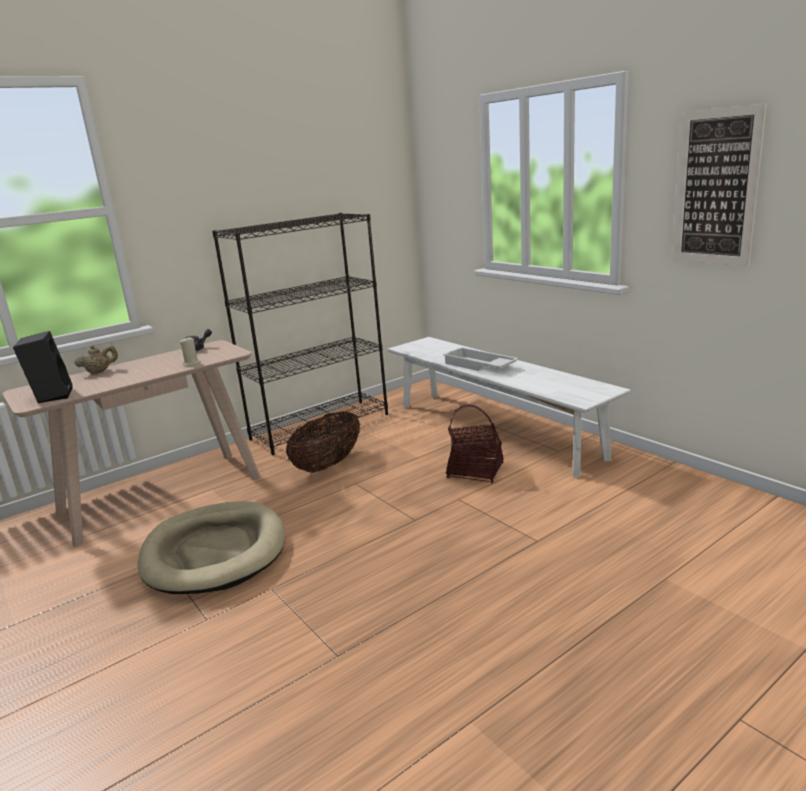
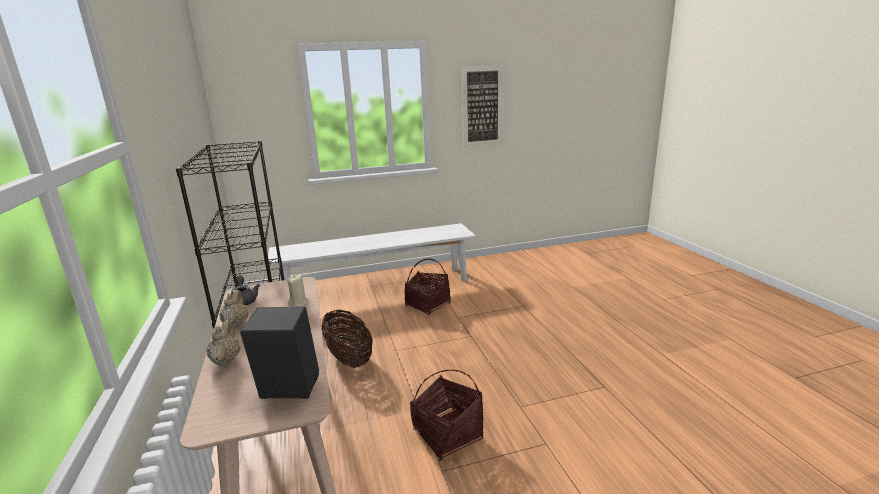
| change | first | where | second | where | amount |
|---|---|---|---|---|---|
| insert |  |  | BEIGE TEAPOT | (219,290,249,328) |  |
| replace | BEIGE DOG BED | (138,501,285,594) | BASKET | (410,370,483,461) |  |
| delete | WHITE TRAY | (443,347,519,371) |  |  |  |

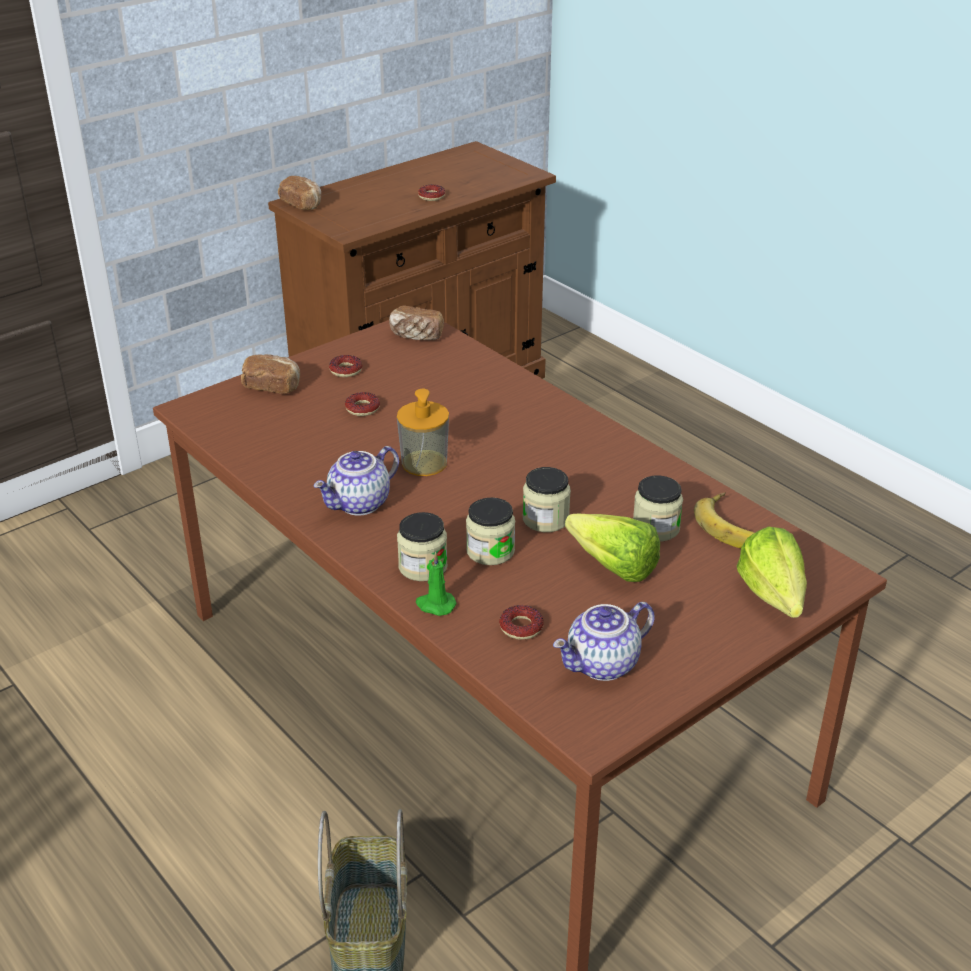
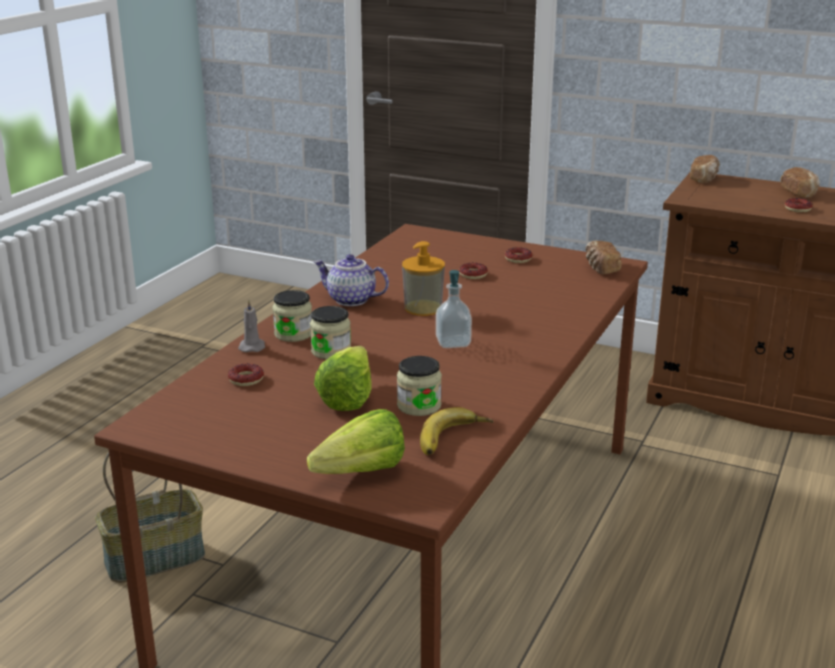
| change | first | where | second | where | amount |
|---|---|---|---|---|---|
| recolor | GREEN CANDLE | (416,551,457,616) | GREY CANDLE | (238,300,265,352) |  |
| insert |  |  | SOAP DISPENSER | (436,270,472,348) |  |
| move | BREAD | (241,354,300,394) |  | (780,167,820,198) |  |
| delete | JAR | (523,467,571,532) |  |  |  |
| delete | TEAPOT | (553,602,655,681) |  |  |  |

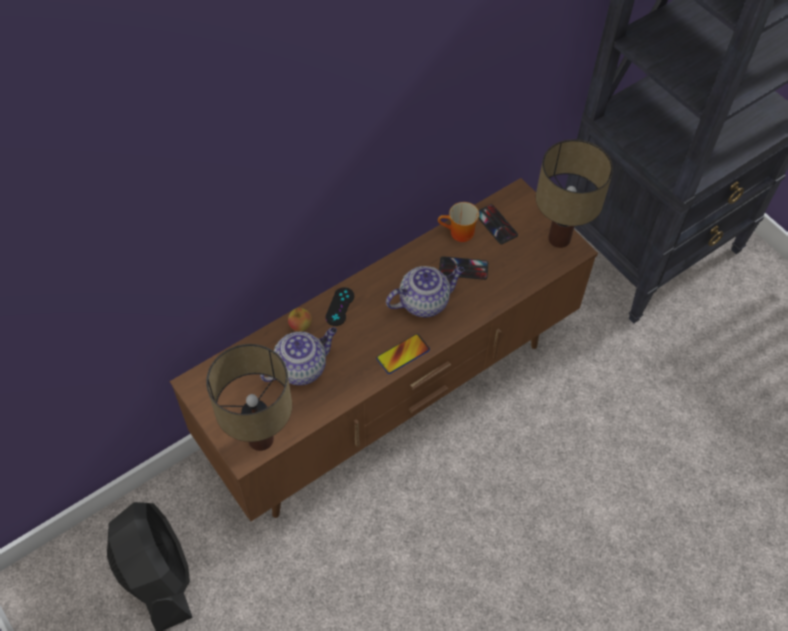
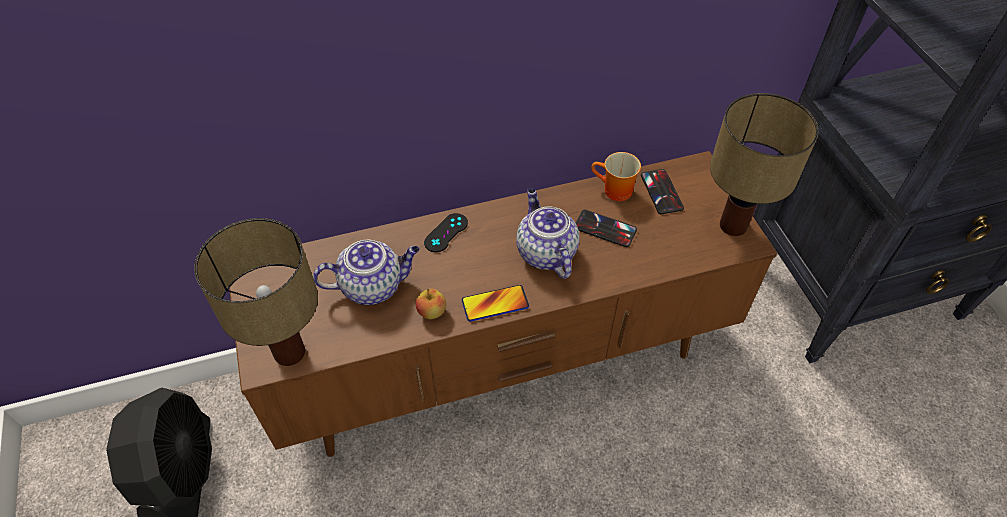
| change | first | where | second | where | amount |
|---|---|---|---|---|---|
| move | APPLE | (288,308,312,332) |  | (416,289,447,320) |  |
| rotate | TEAPOT | (386,266,464,317) |  | (516,189,580,279) | 105 degrees counterclockwise |

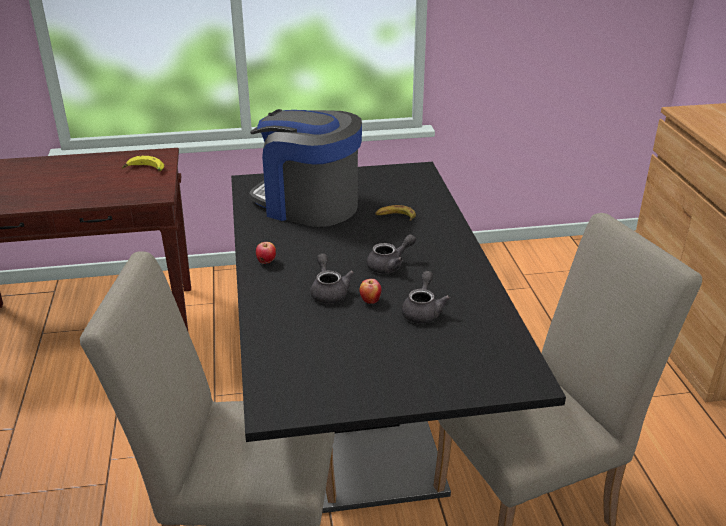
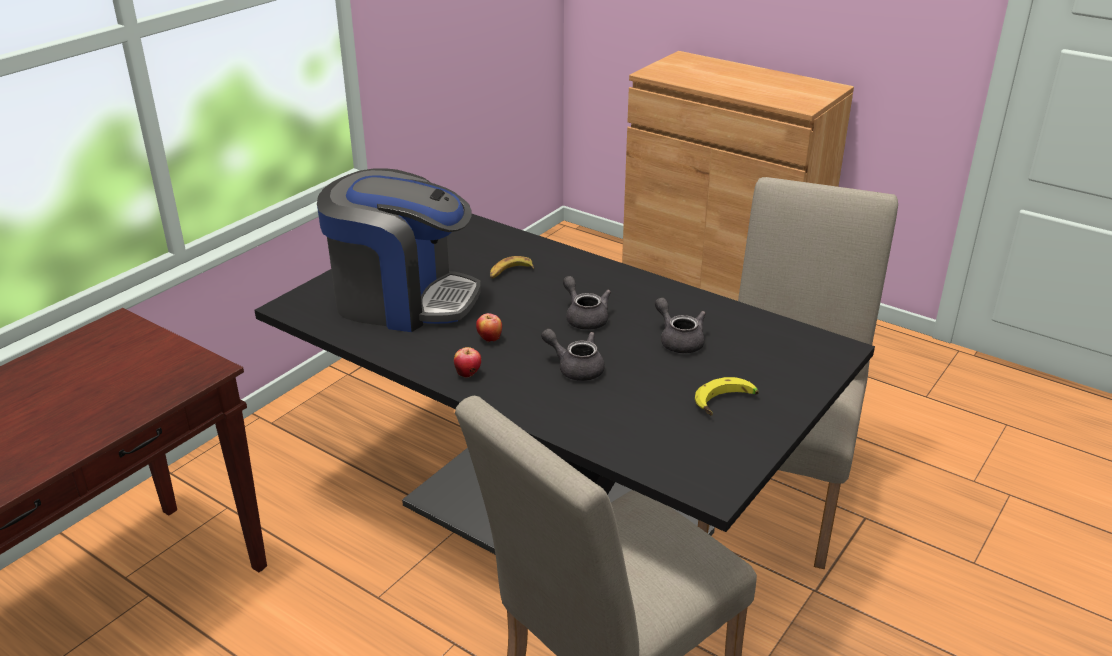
| change | first | where | second | where | amount |
|---|---|---|---|---|---|
| rotate | COFFEE MACHINE | (249,109,362,227) |  | (317,169,481,332) | 150 degrees counterclockwise |
| move | APPLE | (359,279,381,304) |  | (476,313,502,342) |  |
| rotate | GREY TEAPOT | (367,234,416,274) |  | (563,276,611,330) | 45 degrees counterclockwise |
| move | BANANA | (122,156,164,172) |  | (695,377,759,416) |  |

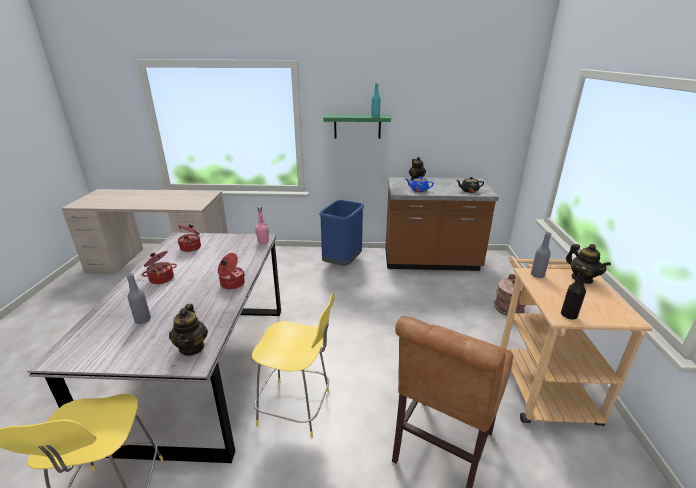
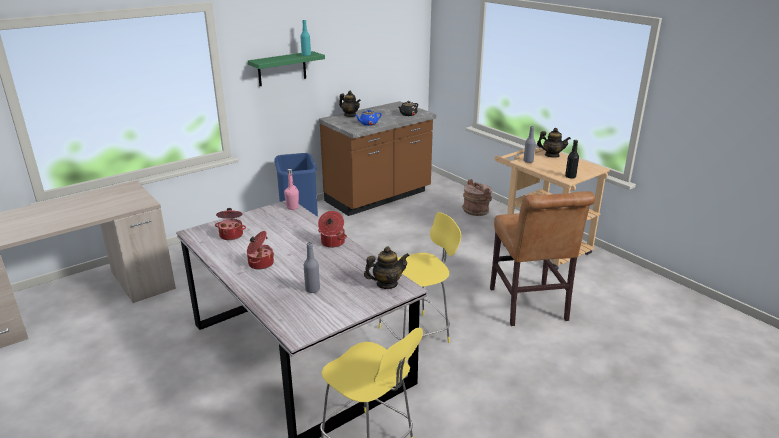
| change | first | where | second | where | amount |
|---|---|---|---|---|---|
| rotate | TEAPOT | (169,304,208,356) |  | (364,246,410,289) | 60 degrees counterclockwise |

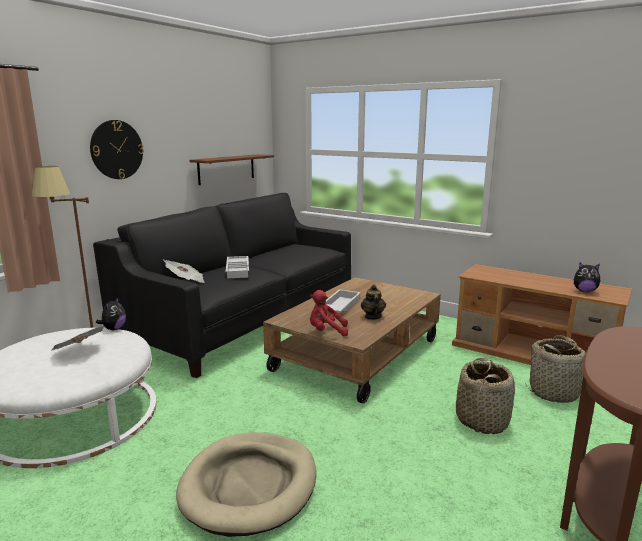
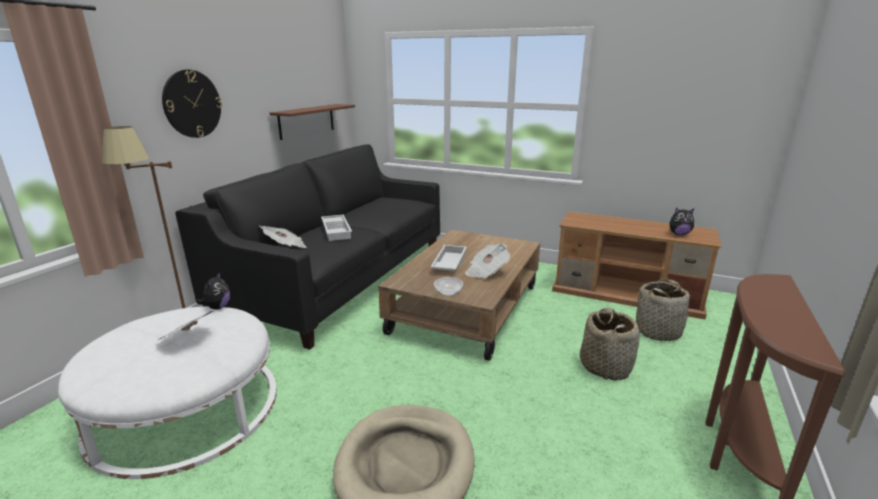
| change | first | where | second | where | amount |
|---|---|---|---|---|---|
| replace | RED PLUSH TOY | (310,290,348,337) | BOWL | (434,277,463,296) |  |
| replace | TEAPOT | (361,285,386,320) | NEWSPAPER | (465,244,511,279) |  |

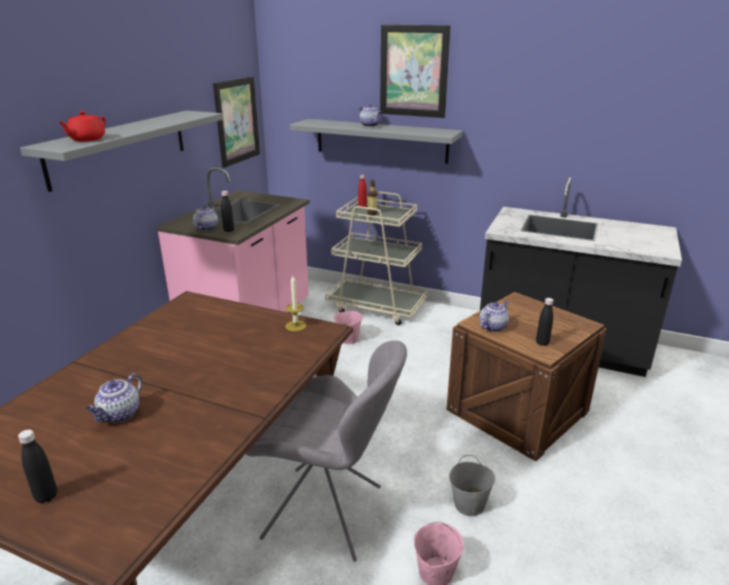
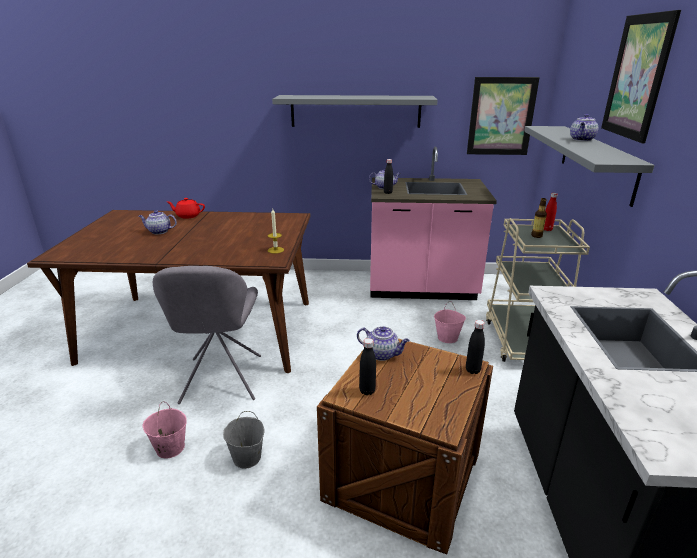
| change | first | where | second | where | amount |
|---|---|---|---|---|---|
| move | RED TEAPOT | (58,111,106,142) |  | (167,198,205,219) |  |
| move | BLACK BOTTLE | (18,429,57,503) |  | (466,320,485,374) |  |

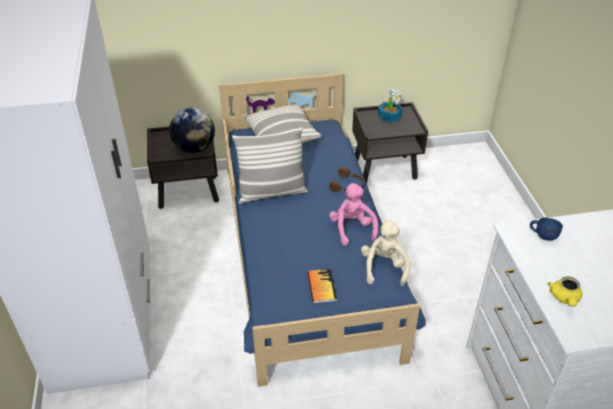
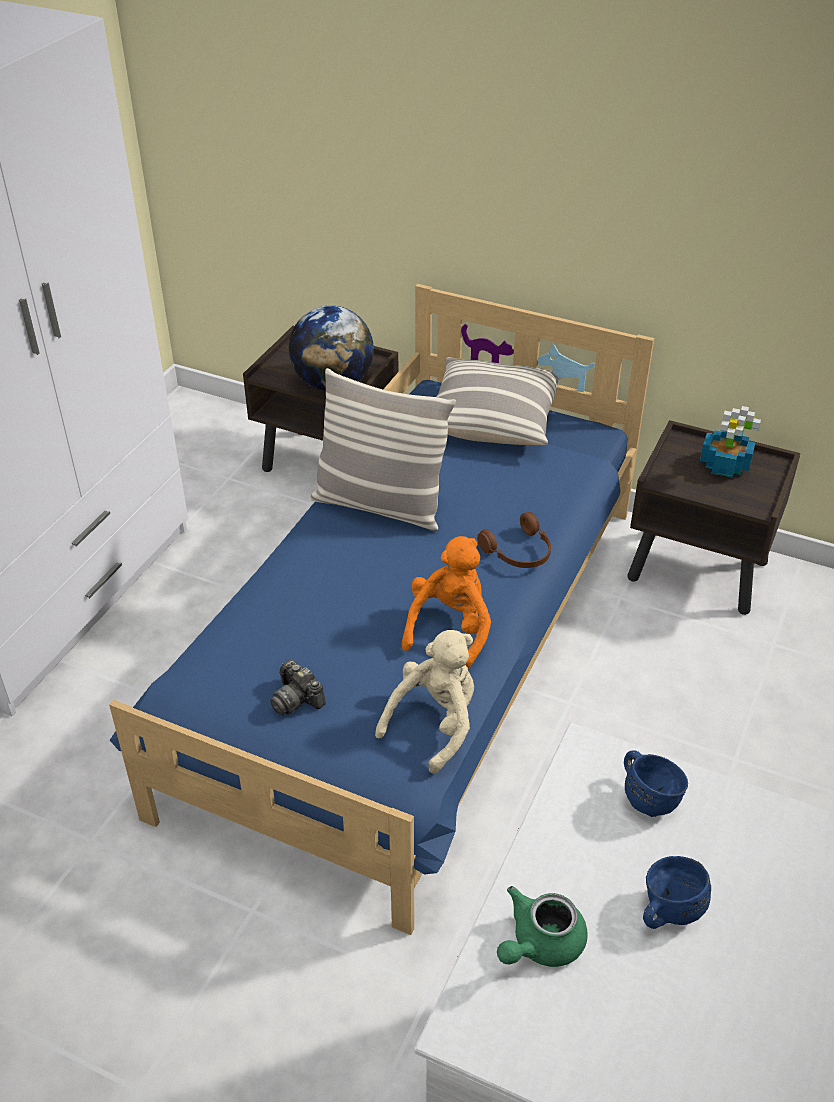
| change | first | where | second | where | amount |
|---|---|---|---|---|---|
| replace | BOOK | (308,269,337,303) | PHOTO CAMERA | (270,659,326,715) |  |
| recolor | PINK PLUSH TOY | (329,183,378,246) | ORANGE PLUSH TOY | (402,536,491,669) |  |
| recolor | YELLOW TEAPOT | (548,276,582,307) | GREEN TEAPOT | (497,886,588,967) |  |
| insert |  |  | BLUE MUG | (643,856,711,929) |  |

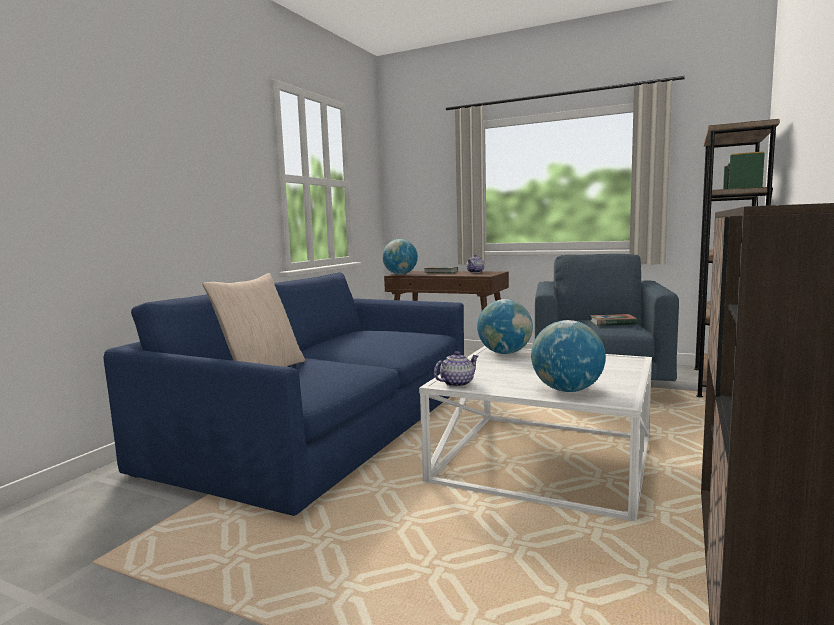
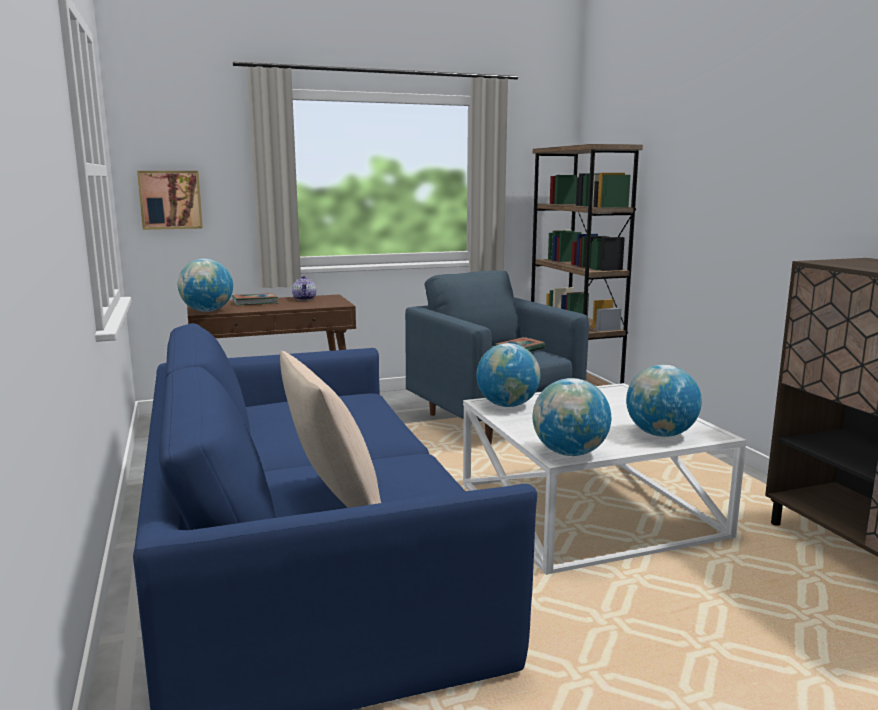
| change | first | where | second | where | amount |
|---|---|---|---|---|---|
| insert |  |  | PICTURE | (137,171,203,230) |  |
| replace | TEAPOT | (434,351,478,387) | GLOBE | (532,378,611,456) |  |

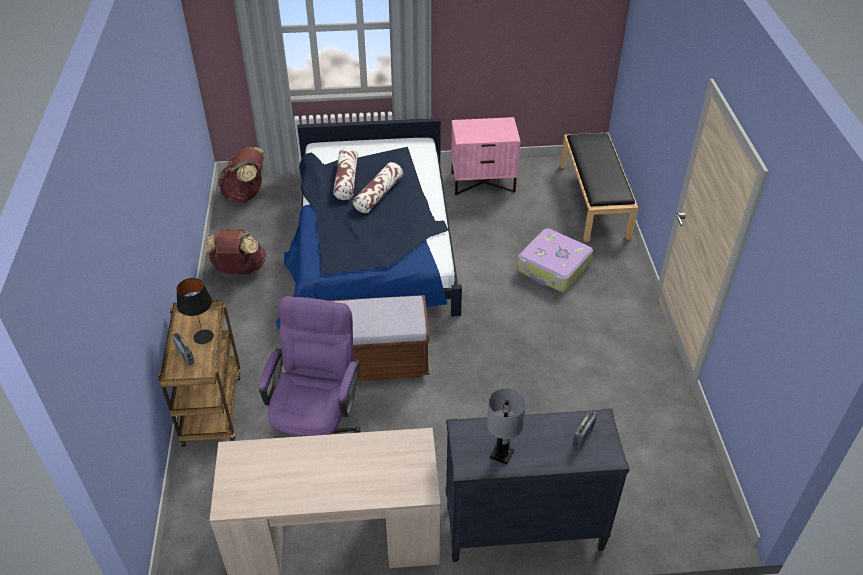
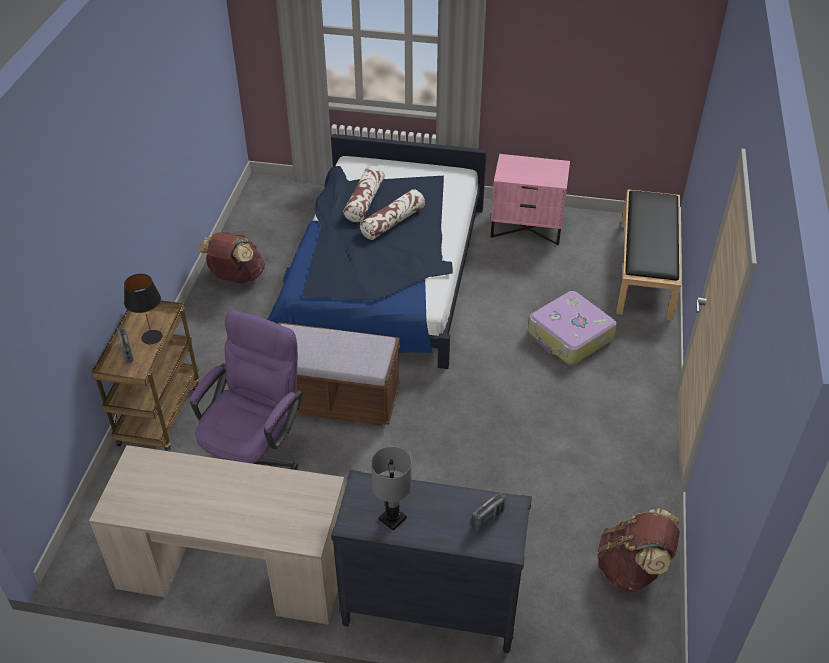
| change | first | where | second | where | amount |
|---|---|---|---|---|---|
| move | BROWN BACKPACK | (218,147,264,202) |  | (597,508,680,592) |  |

